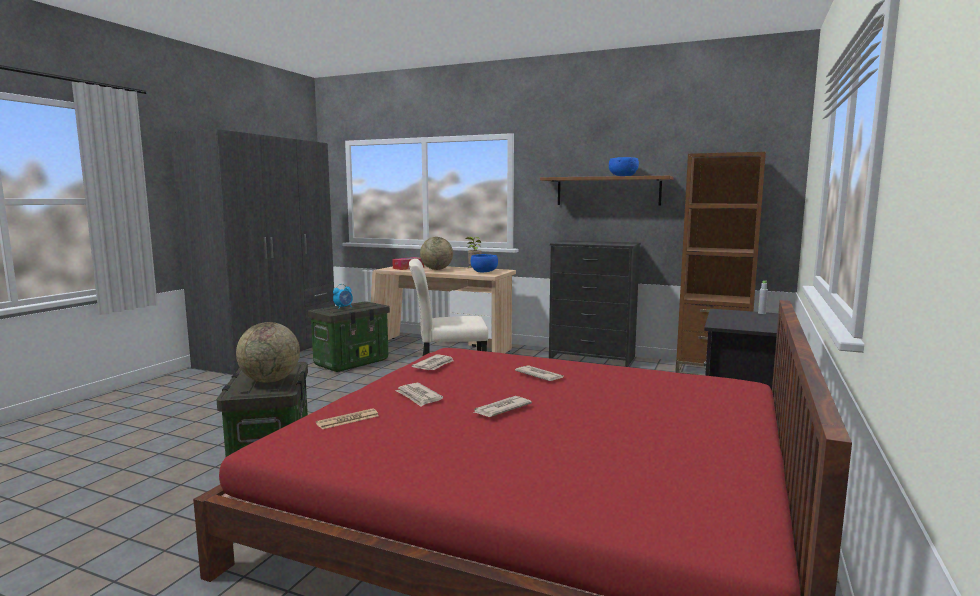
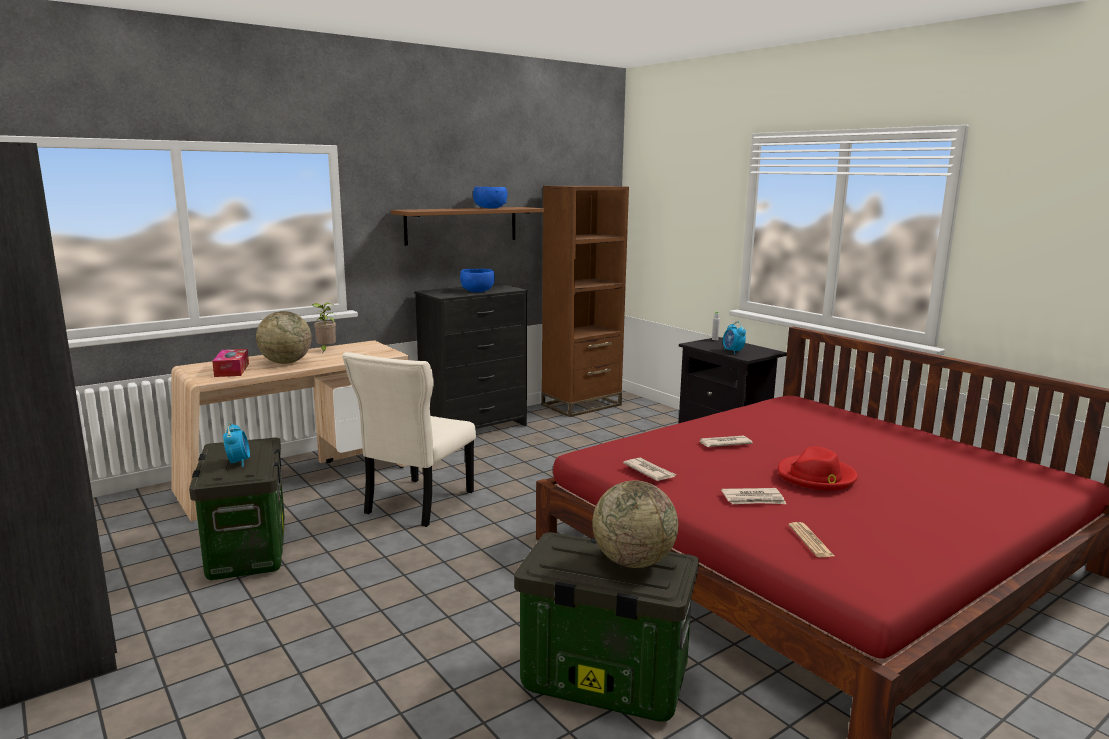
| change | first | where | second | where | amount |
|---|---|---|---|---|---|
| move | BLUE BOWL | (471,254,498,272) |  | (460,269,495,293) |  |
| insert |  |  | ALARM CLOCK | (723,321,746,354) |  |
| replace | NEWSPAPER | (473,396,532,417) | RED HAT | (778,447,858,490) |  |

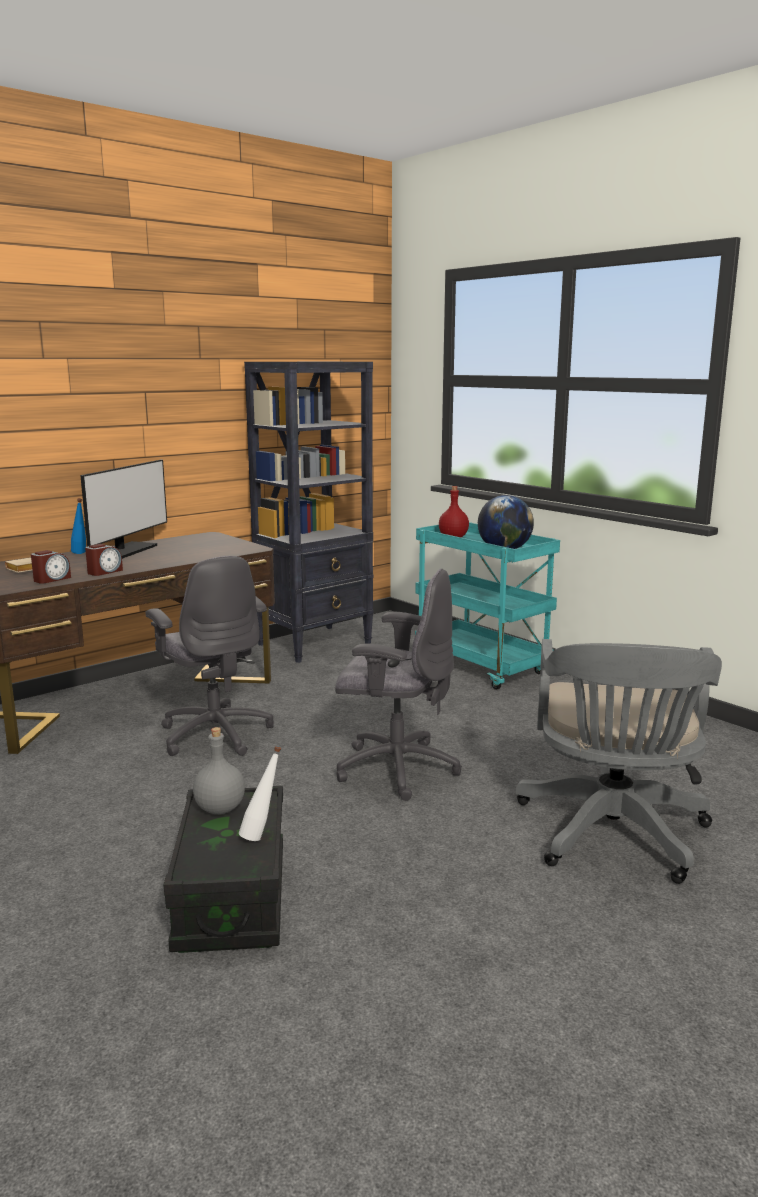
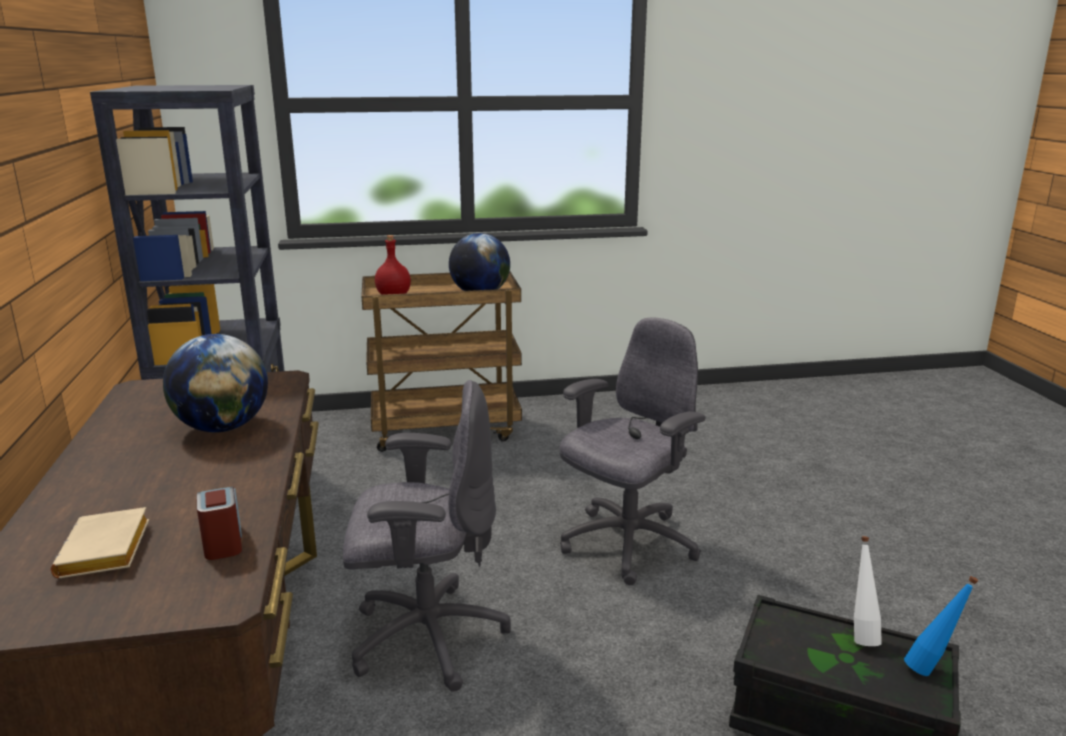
| change | first | where | second | where | amount |
|---|---|---|---|---|---|
| insert |  |  | GLOBE | (163,334,268,433) |  |
| recolor | TURQUOISE CART | (415,522,560,690) | BROWN CART | (361,272,522,452) |  |
| move | BLUE BOTTLE | (71,498,86,554) |  | (904,576,978,676) |  |
| delete | MONITOR | (80,460,167,559) |  |  |  |
| delete | ALARM CLOCK | (85,544,123,576) |  |  |  |
| delete | GREY BOTTLE | (193,727,245,814) |  |  |  |
| delete | GREY OFFICE CHAIR | (515,639,722,884) |  |  |  |

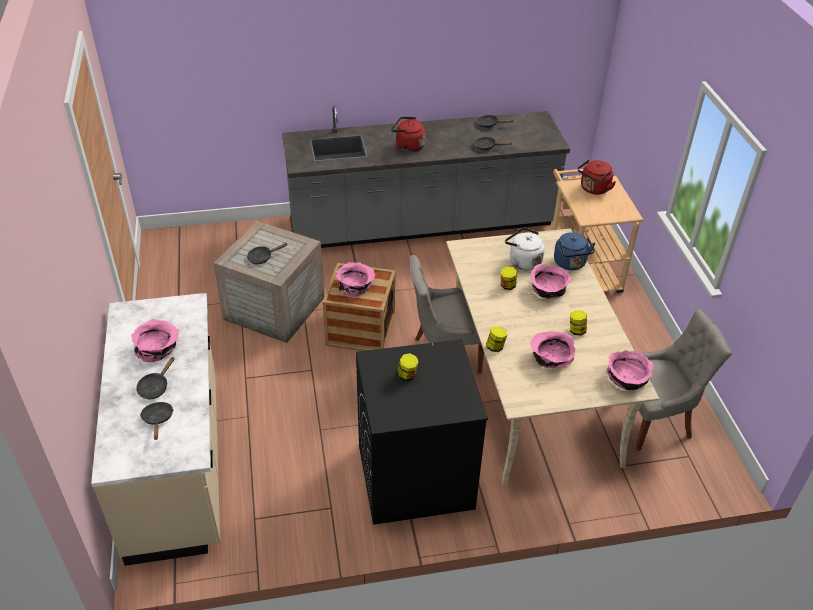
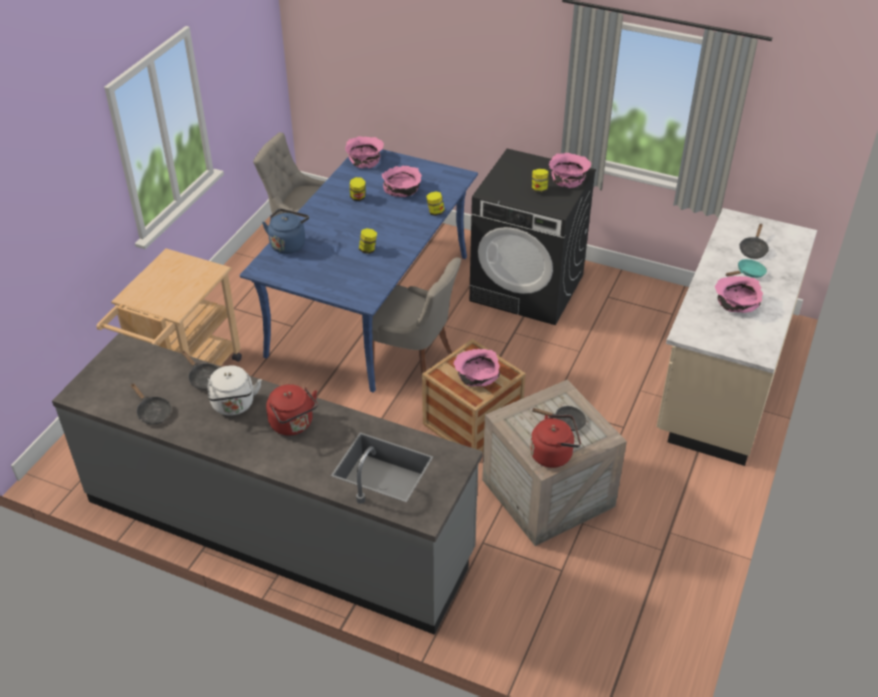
| change | first | where | second | where | amount |
|---|---|---|---|---|---|
| move | WHITE KETTLE | (505,228,545,270) |  | (208,365,262,416) |  |
| recolor | BEIGE DINING TABLE | (446,228,659,485) | BLUE DINING TABLE | (240,149,478,393) |  |
| move | RED KETTLE | (578,160,616,195) |  | (530,415,581,468) |  |
| move | PINK BOWL | (530,264,572,299) |  | (549,153,591,188) |  |
| recolor | BLACK FRYING PAN | (136,357,175,399) | TURQUOISE FRYING PAN | (726,259,767,278) |  |

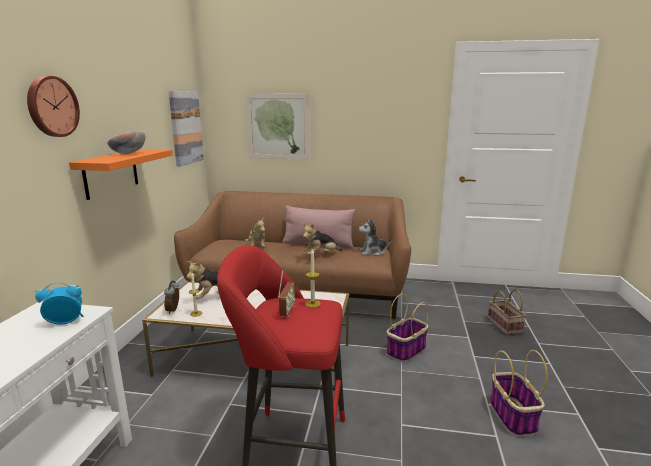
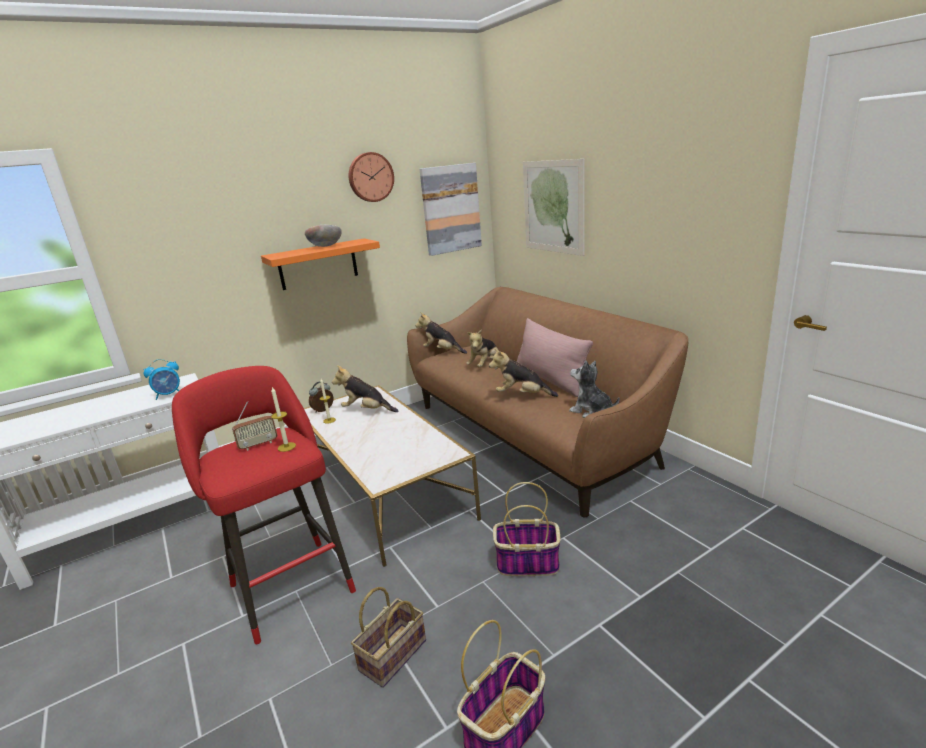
| change | first | where | second | where | amount |
|---|---|---|---|---|---|
| rotate | ALARM CLOCK | (35,282,84,325) |  | (143,359,180,400) | 120 degrees clockwise |
| move | WALL CLOCK | (27,76,80,137) |  | (349,152,394,202) |  |
| move | BASKET | (488,289,526,335) |  | (351,587,426,688) |  |
| insert |  |  | PLUSH TOY | (415,312,467,354) |  |

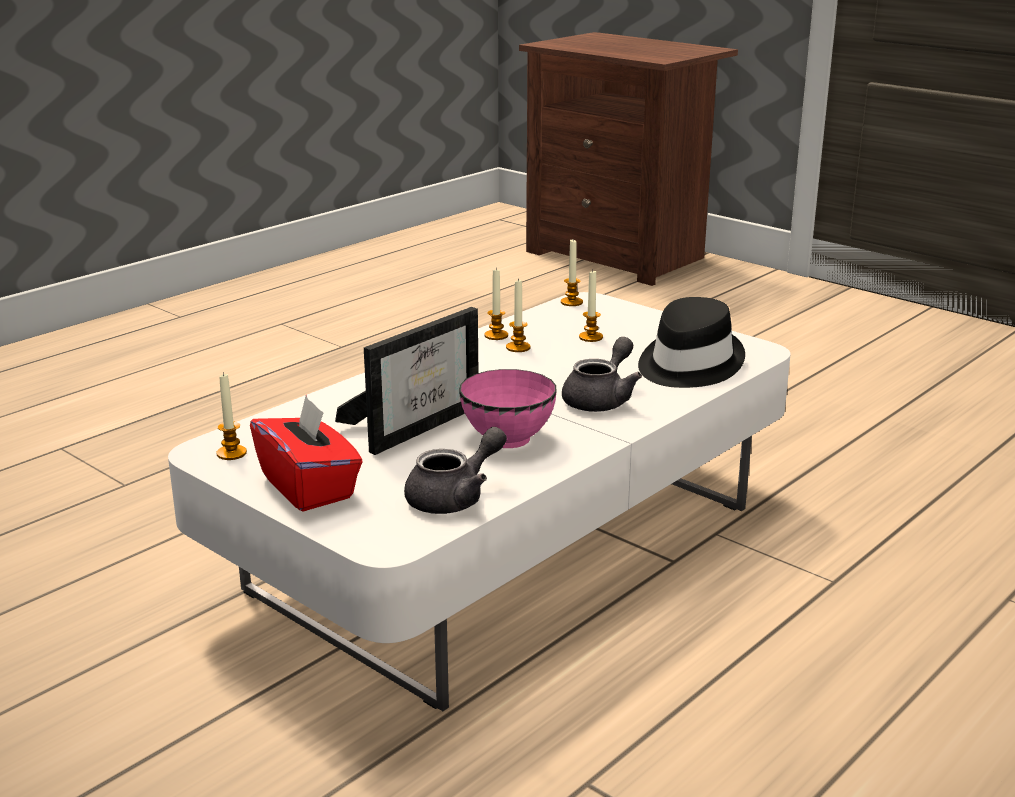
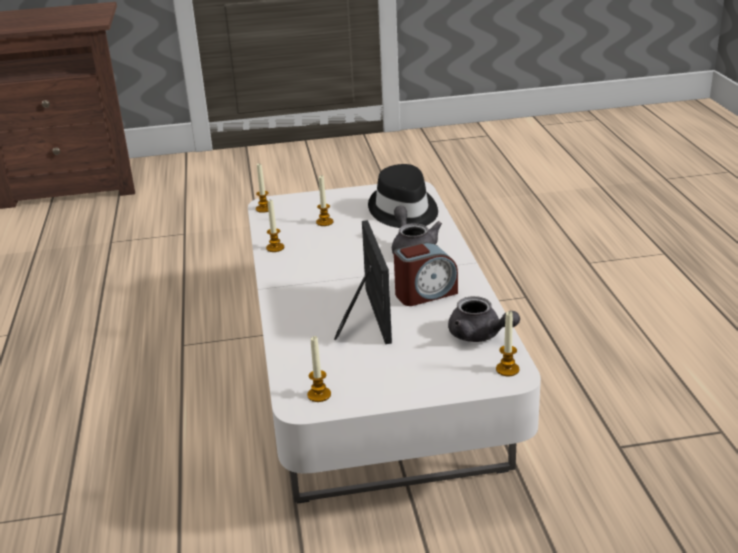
| change | first | where | second | where | amount |
|---|---|---|---|---|---|
| replace | PINK BOWL | (459,369,556,448) | ALARM CLOCK | (394,242,458,306) |  |
| rotate | GREY TEAPOT | (404,427,507,514) |  | (448,296,520,342) | 135 degrees clockwise |
| move | CANDLE | (506,278,531,352) |  | (496,311,519,376) |  |
| delete | RED TISSUE BOX | (250,395,363,511) |  |  |  |

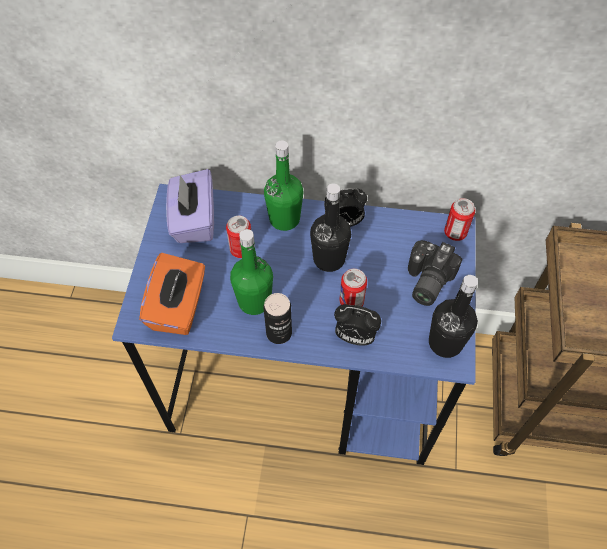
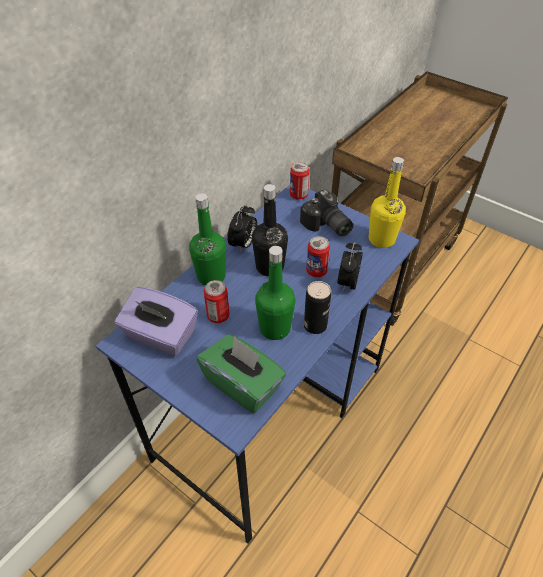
| change | first | where | second | where | amount |
|---|---|---|---|---|---|
| recolor | ORANGE TISSUE BOX | (139,253,205,335) | GREEN TISSUE BOX | (197,334,286,413) |  |
| rotate | ALARM CLOCK | (334,304,381,346) |  | (337,241,363,292) | 150 degrees clockwise |
| recolor | BLACK BOTTLE | (429,275,478,358) | YELLOW BOTTLE | (369,157,406,248) |  |

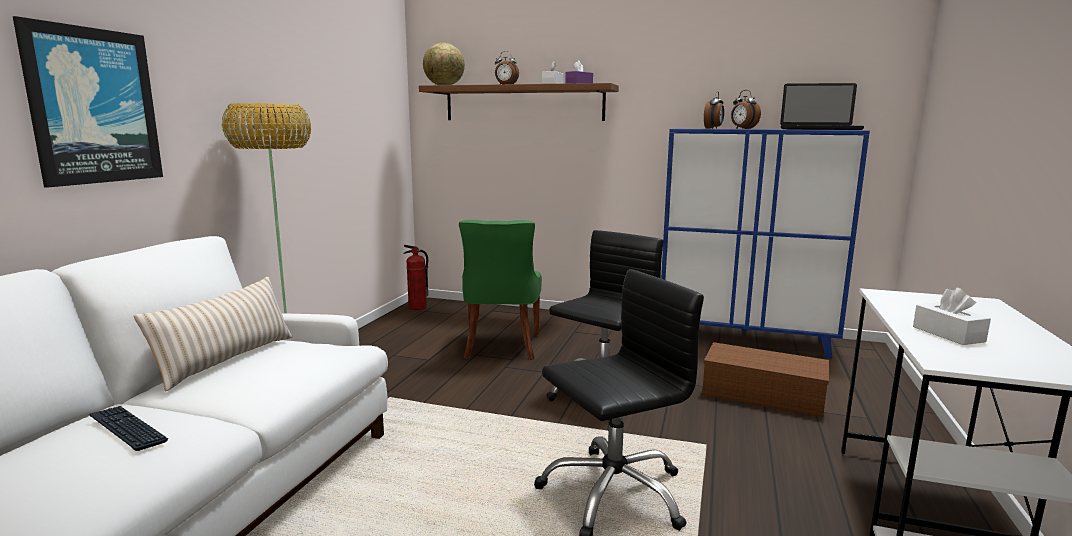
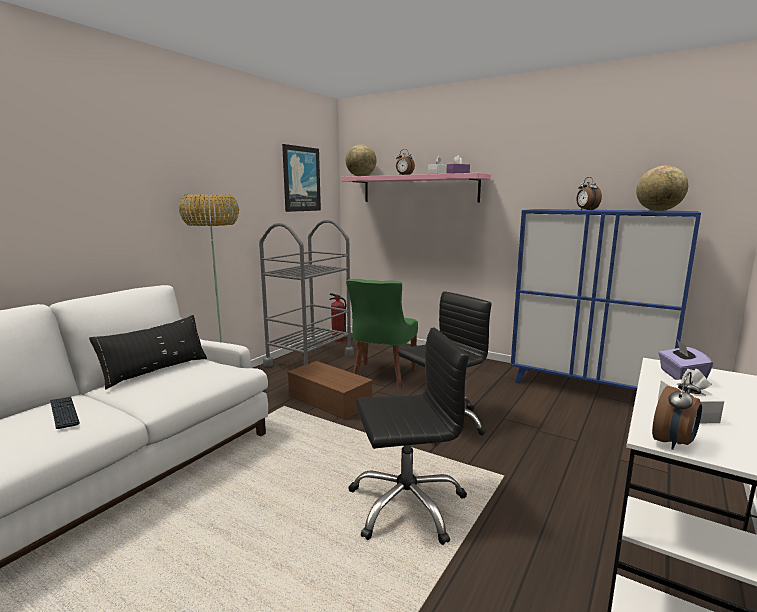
| change | first | where | second | where | amount |
|---|---|---|---|---|---|
| recolor | BEIGE PILLOW | (134,277,293,392) | BLACK PILLOW | (89,315,207,390) |  |
| insert |  |  | GREY CART | (259,219,354,367) |  |
| move | PICTURE | (13,16,163,188) |  | (282,144,321,212) |  |
| move | BROWN STORAGE BOX | (702,342,829,418) |  | (287,361,373,420) |  |
| recolor | BROWN SHELF | (419,83,619,121) | PINK SHELF | (342,173,491,203) |  |
| replace | LAPTOP | (780,83,864,130) | GLOBE | (636,165,688,211) |  |
| move | ALARM CLOCK | (704,91,724,129) |  | (652,372,702,450) |  |
| insert |  |  | PURPLE TISSUE BOX | (658,340,713,380) |  |

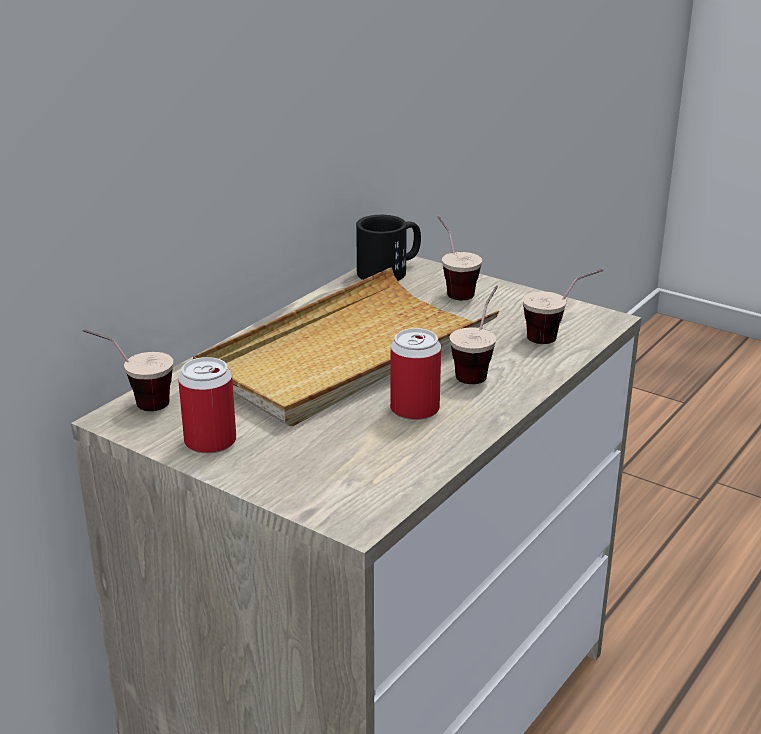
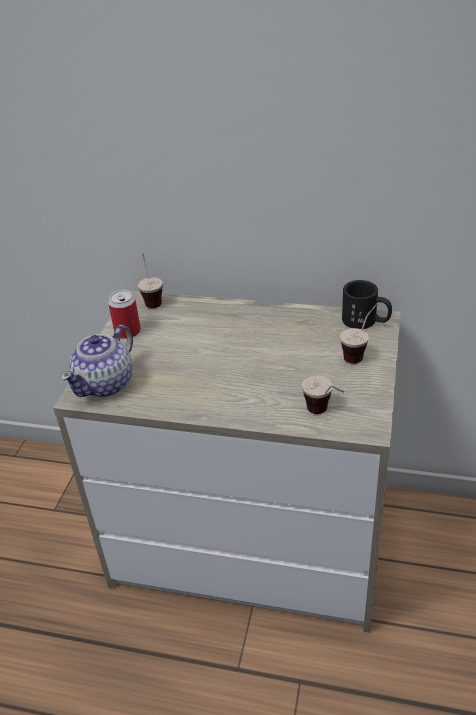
| change | first | where | second | where | amount |
|---|---|---|---|---|---|
| insert |  |  | TEAPOT | (61,325,133,397) |  |
| delete | BEIGE TRAY | (193,268,499,426) |  |  |  |
| delete | CAN | (390,328,441,420) |  |  |  |
| delete | CUP | (449,285,498,384) |  |  |  |

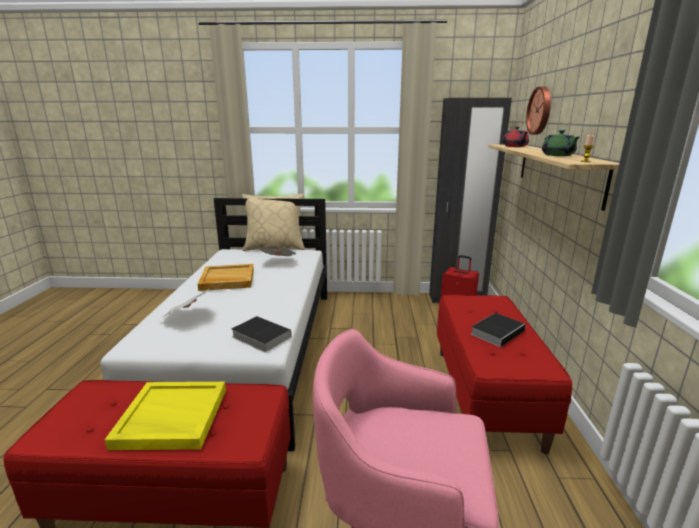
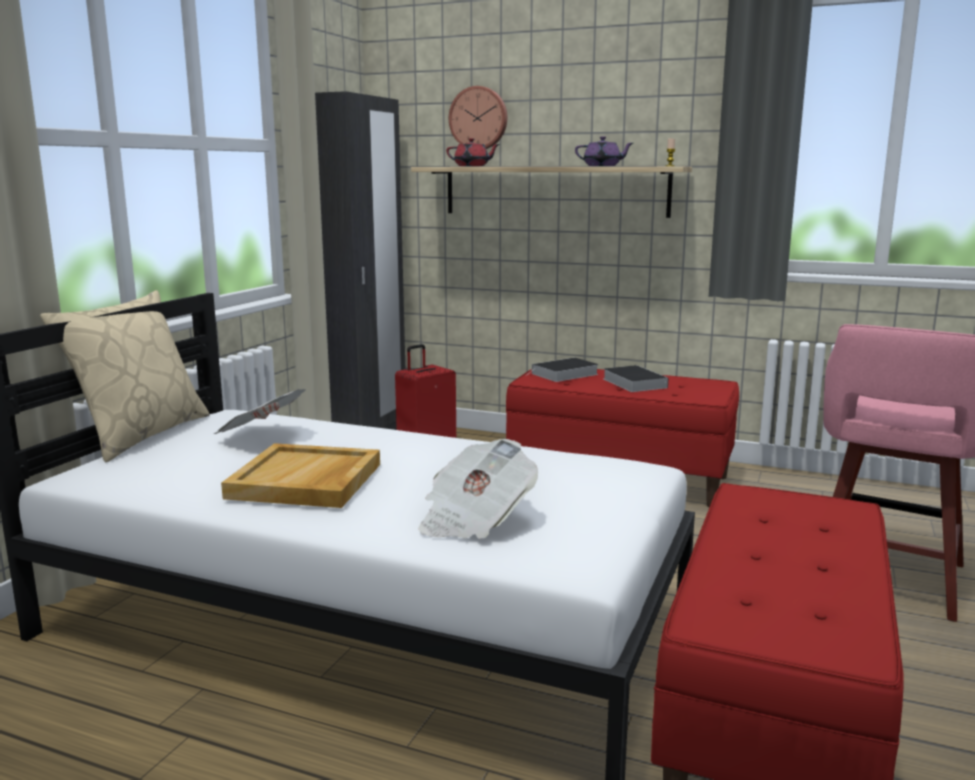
| change | first | where | second | where | amount |
|---|---|---|---|---|---|
| move | BOOK | (231,316,291,352) |  | (526,357,599,382) |  |
| recolor | GREEN TEAPOT | (542,130,580,156) | PURPLE TEAPOT | (575,136,633,166) |  |
| delete | YELLOW TRAY | (105,382,226,450) |  |  |  |

